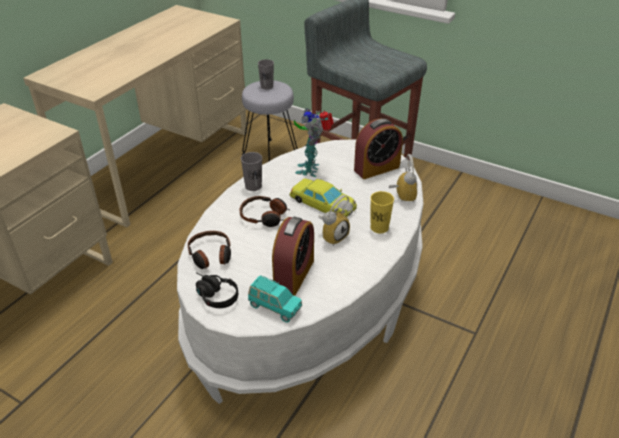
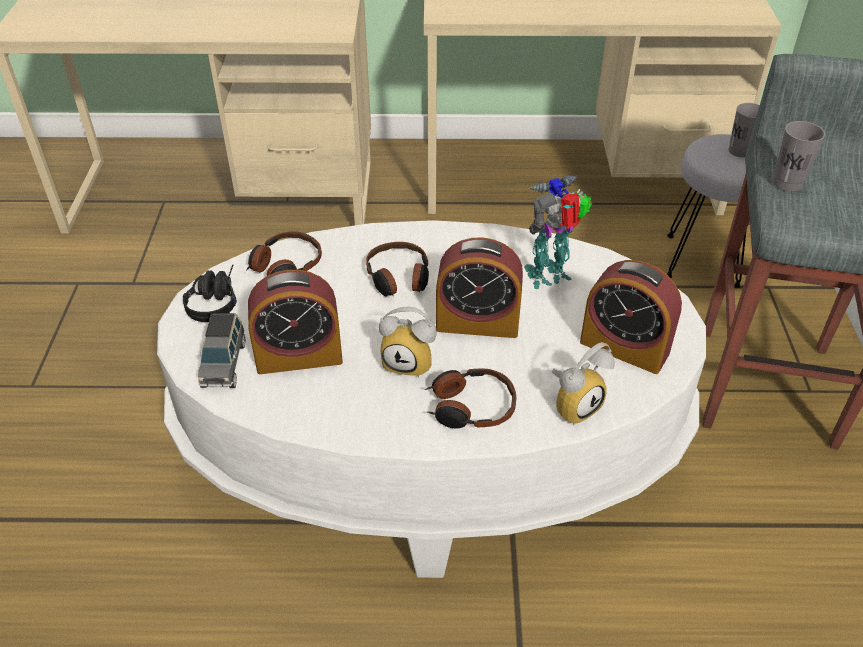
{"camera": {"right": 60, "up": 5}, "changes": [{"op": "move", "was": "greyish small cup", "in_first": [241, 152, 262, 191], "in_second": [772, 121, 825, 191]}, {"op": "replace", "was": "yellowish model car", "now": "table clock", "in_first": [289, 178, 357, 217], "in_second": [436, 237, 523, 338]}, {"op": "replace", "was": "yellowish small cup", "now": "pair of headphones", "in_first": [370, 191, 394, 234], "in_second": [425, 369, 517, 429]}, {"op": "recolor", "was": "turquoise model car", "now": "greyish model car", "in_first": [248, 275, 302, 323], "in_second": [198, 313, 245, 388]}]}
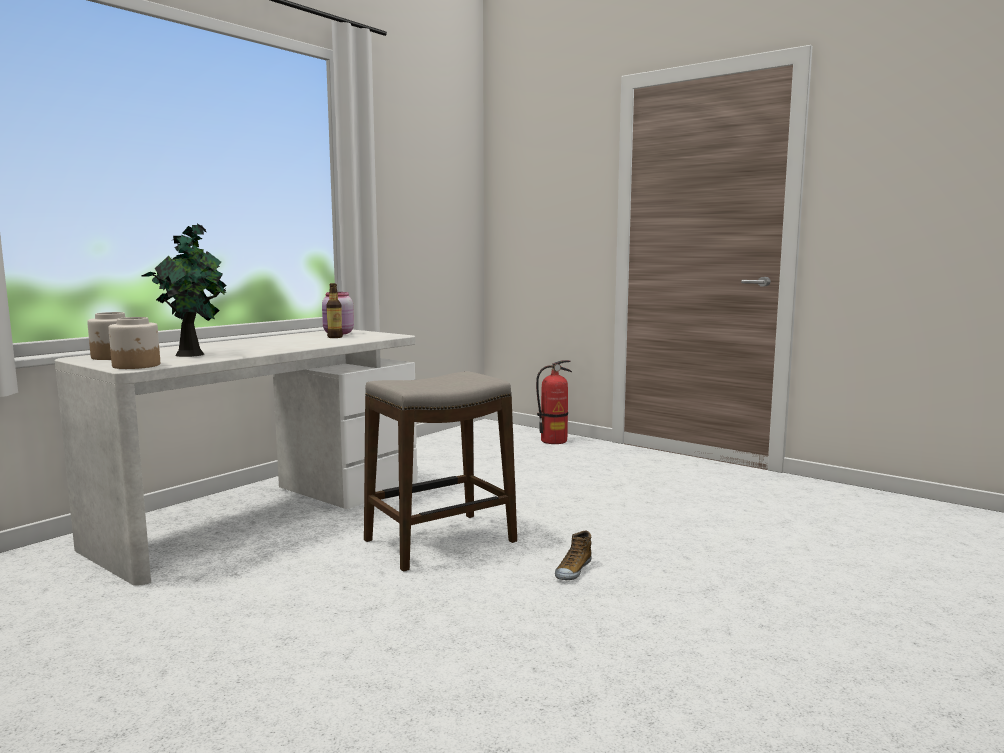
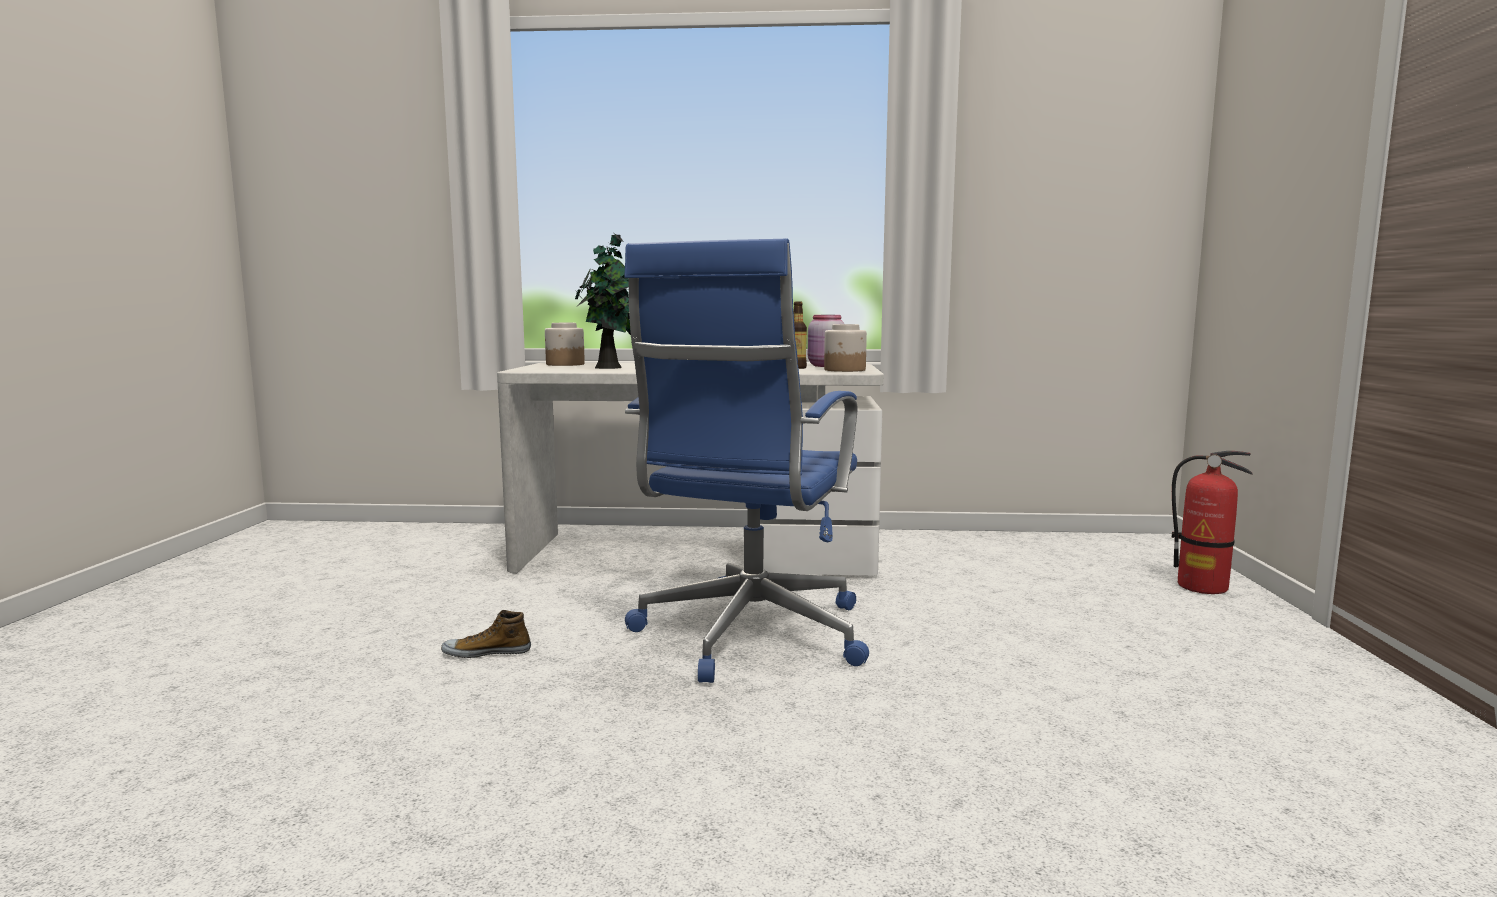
{"camera": {"right": 55, "up": 0}, "changes": [{"op": "move", "was": "jar", "in_first": [108, 317, 160, 369], "in_second": [824, 324, 867, 372]}, {"op": "move", "was": "low shoe", "in_first": [555, 530, 591, 580], "in_second": [441, 610, 531, 658]}, {"op": "replace", "was": "stool", "now": "bluish office chair", "in_first": [364, 371, 517, 572], "in_second": [624, 239, 869, 683]}]}
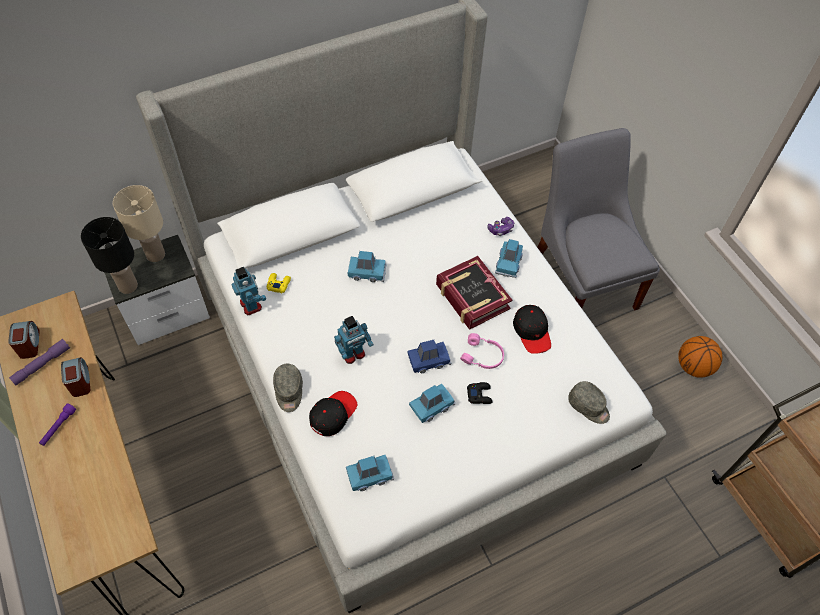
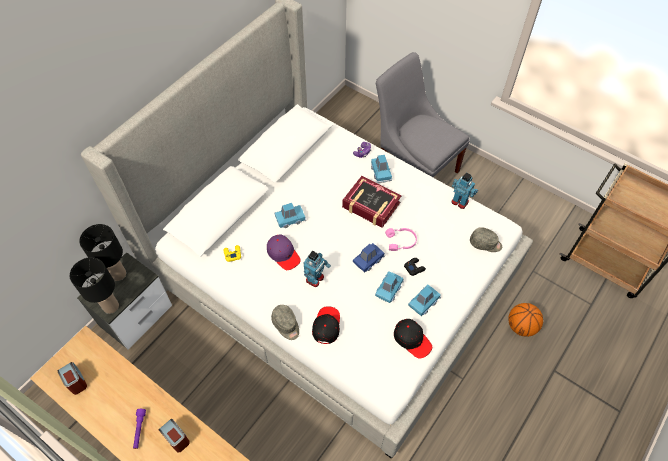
{"camera": {"right": -25, "up": 0}, "changes": [{"op": "delete", "was": "purple torch", "in_first": [9, 338, 70, 385]}, {"op": "insert", "now": "purple baseball cap", "in_second": [267, 235, 301, 270]}, {"op": "move", "was": "table clock", "in_first": [61, 357, 90, 397], "in_second": [159, 419, 190, 452]}, {"op": "move", "was": "robot figure", "in_first": [232, 267, 266, 315], "in_second": [451, 172, 478, 209]}, {"op": "move", "was": "bluish model car", "in_first": [346, 455, 394, 491], "in_second": [408, 284, 441, 316]}, {"op": "move", "was": "black-coloured baseball cap", "in_first": [513, 305, 551, 354], "in_second": [394, 319, 432, 359]}, {"op": "move", "was": "ball for basketball", "in_first": [678, 336, 722, 378], "in_second": [508, 303, 543, 337]}, {"op": "recolor", "was": "sand-coloured table lamp", "now": "black-coloured table lamp", "in_first": [113, 185, 165, 262], "in_second": [79, 224, 126, 281]}]}
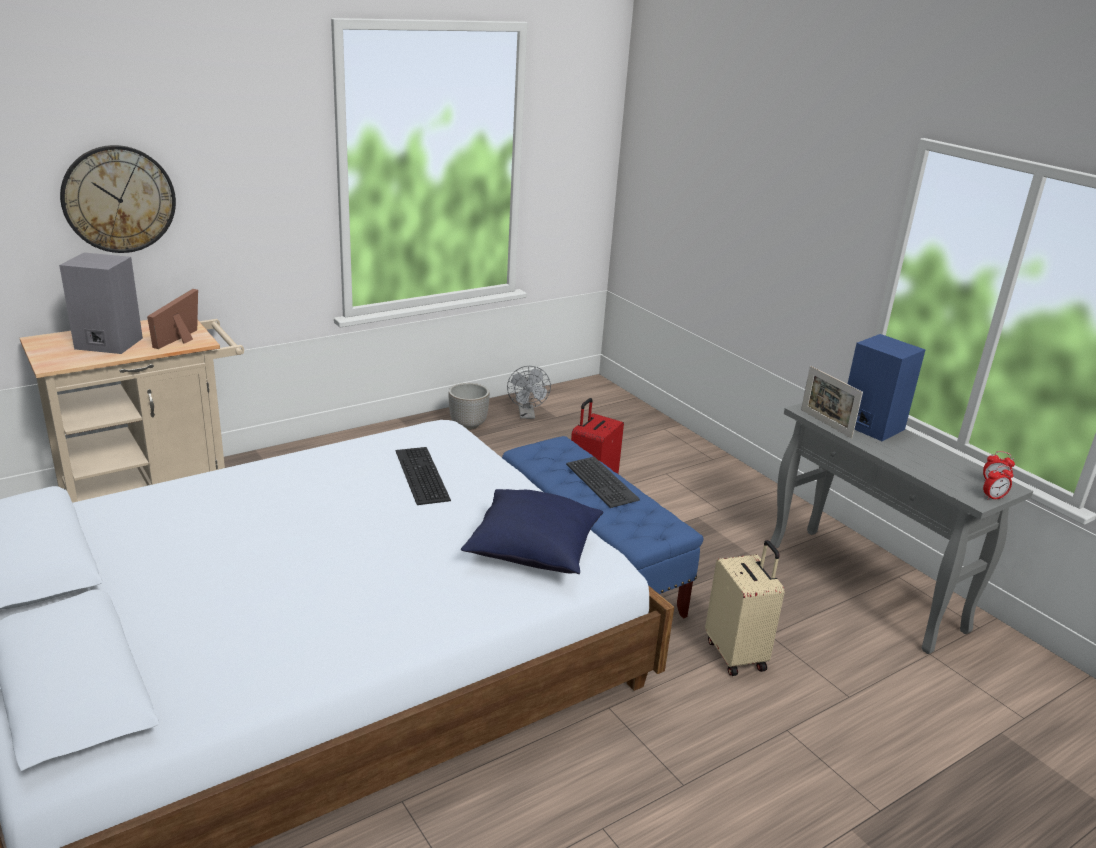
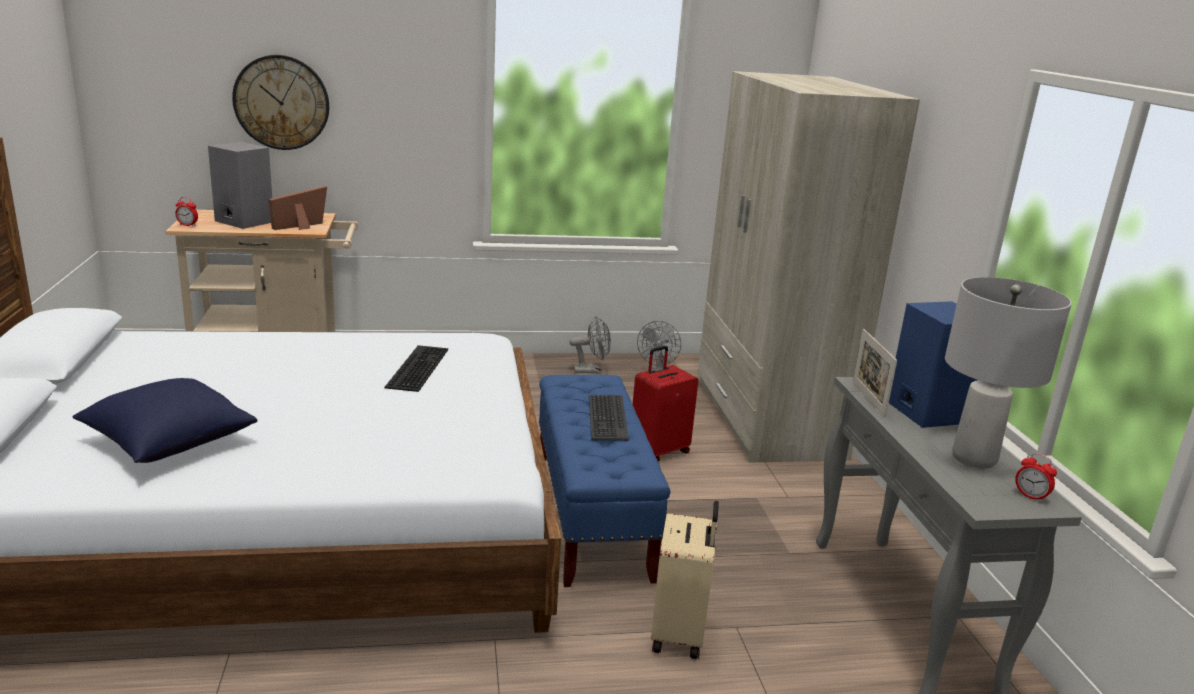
{"camera": {"right": 25, "up": -5}, "changes": [{"op": "insert", "now": "sand-coloured wardrobe", "in_second": [698, 71, 920, 463]}, {"op": "insert", "now": "greyish table lamp", "in_second": [945, 277, 1072, 469]}, {"op": "move", "was": "bluish throw pillow", "in_first": [461, 489, 603, 574], "in_second": [72, 378, 258, 463]}, {"op": "move", "was": "table clock", "in_first": [983, 465, 1013, 500], "in_second": [175, 197, 198, 226]}, {"op": "replace", "was": "flower pot", "now": "greyish cooling fan", "in_first": [448, 383, 490, 430], "in_second": [570, 316, 611, 374]}]}
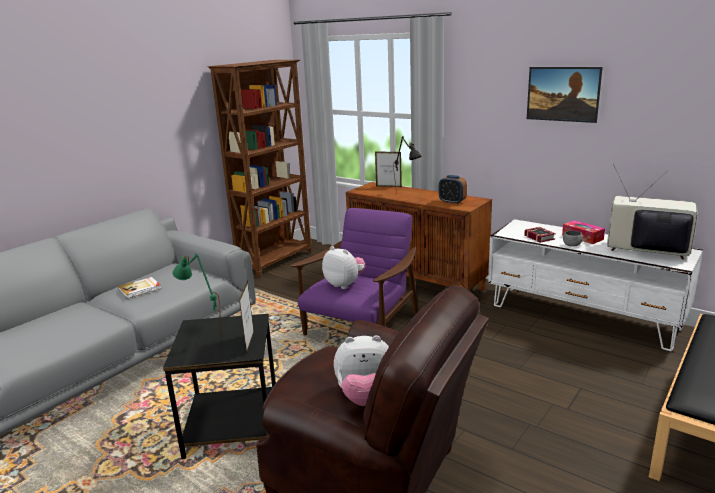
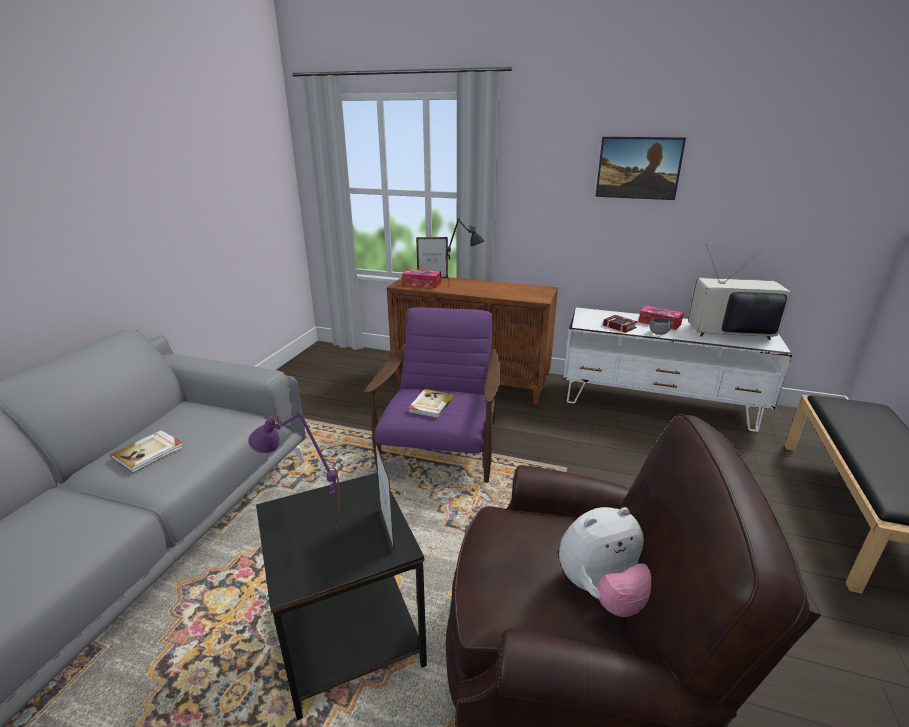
{"camera": {"right": -20, "up": 5}, "changes": [{"op": "delete", "was": "brown shelving unit", "in_first": [208, 60, 312, 277]}, {"op": "delete", "was": "table clock", "in_first": [439, 175, 467, 204]}, {"op": "insert", "now": "box of tissues", "in_second": [402, 269, 441, 288]}, {"op": "replace", "was": "plush toy", "now": "bound book", "in_first": [322, 246, 365, 289], "in_second": [408, 389, 454, 418]}, {"op": "recolor", "was": "greenish table lamp", "now": "purple table lamp", "in_first": [172, 253, 221, 334], "in_second": [248, 411, 339, 527]}]}
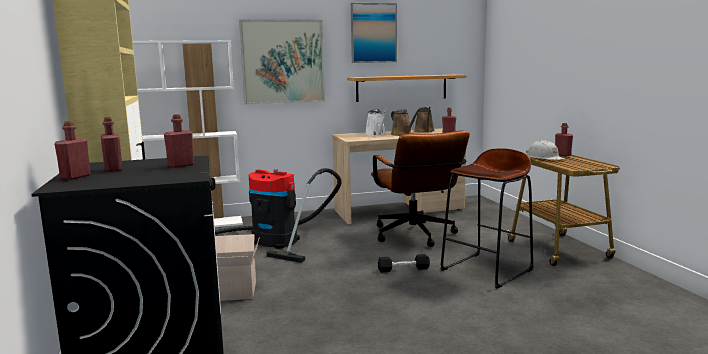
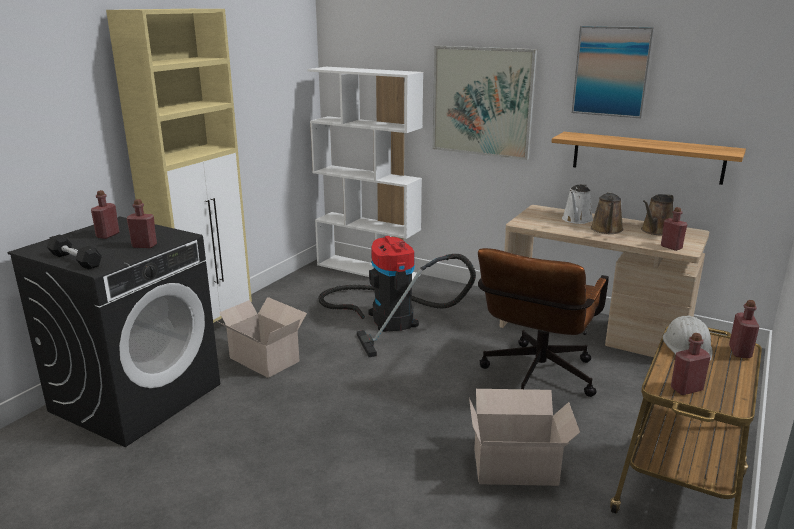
{"camera": {"right": 45, "up": 10}, "changes": [{"op": "move", "was": "red-coloured beverage bottle", "in_first": [54, 121, 91, 180], "in_second": [671, 333, 711, 395]}, {"op": "move", "was": "black-coloured free weight", "in_first": [378, 254, 430, 273], "in_second": [47, 234, 102, 270]}, {"op": "replace", "was": "brown stool", "now": "cardboard box", "in_first": [441, 148, 533, 289], "in_second": [469, 389, 580, 486]}]}
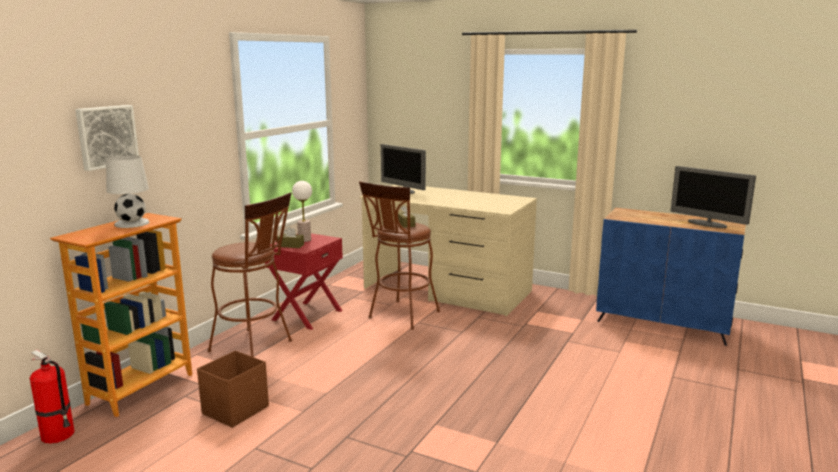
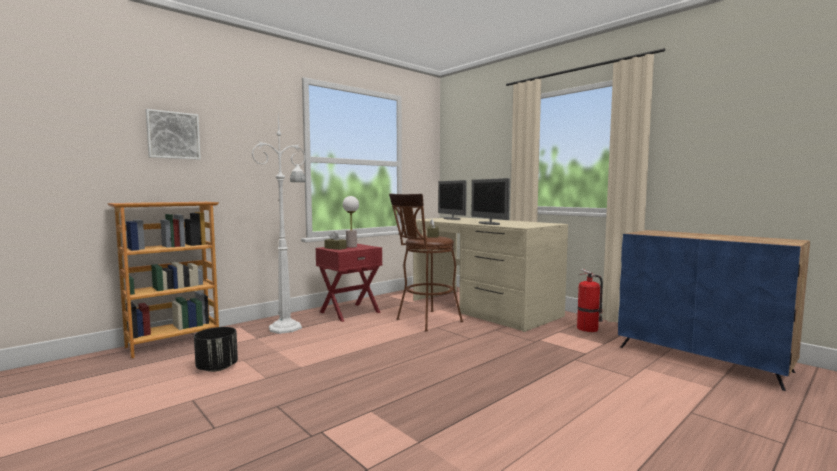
{"camera": {"right": 20, "up": -10}, "changes": [{"op": "delete", "was": "white-coloured table lamp", "in_first": [106, 155, 150, 228]}, {"op": "move", "was": "fire extinguisher", "in_first": [30, 350, 74, 444], "in_second": [577, 269, 603, 332]}, {"op": "move", "was": "computer display", "in_first": [671, 166, 756, 228], "in_second": [471, 178, 510, 225]}, {"op": "replace", "was": "brown storage container", "now": "black-coloured flower pot", "in_first": [197, 351, 269, 428], "in_second": [194, 327, 238, 372]}, {"op": "replace", "was": "brown stool", "now": "white-coloured standing lamp", "in_first": [207, 192, 292, 357], "in_second": [251, 114, 306, 334]}]}
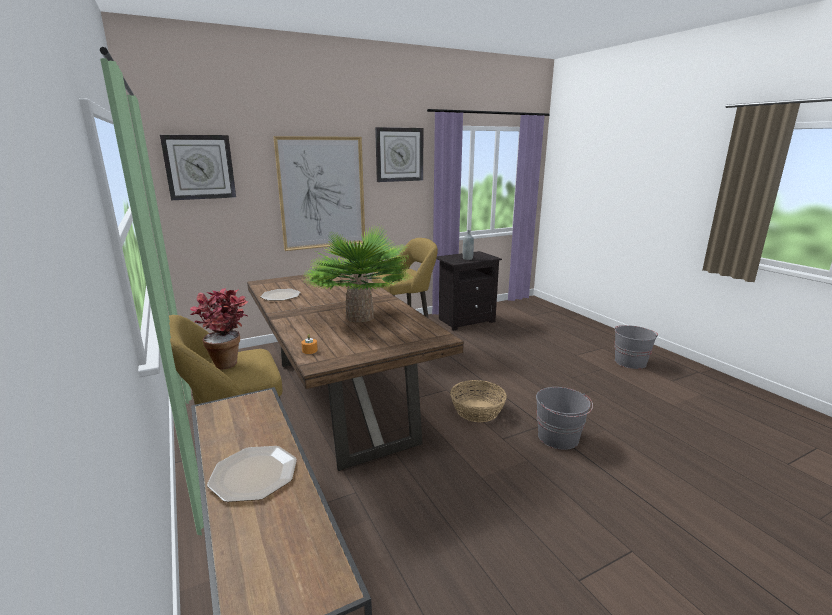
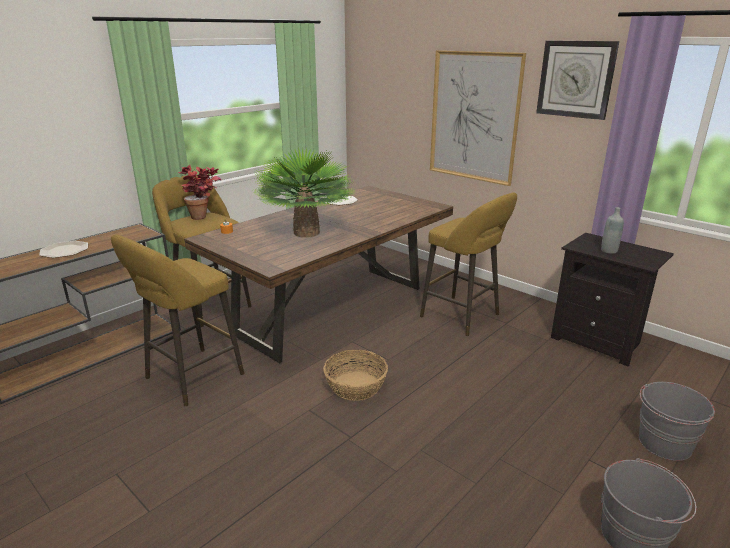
{"camera": {"right": 70, "up": 5}, "changes": [{"op": "delete", "was": "hanging clock", "in_first": [160, 135, 236, 200]}, {"op": "insert", "now": "yellowish stool", "in_second": [111, 234, 244, 406]}, {"op": "move", "was": "greyish bucket", "in_first": [536, 387, 593, 450], "in_second": [639, 382, 715, 461]}]}
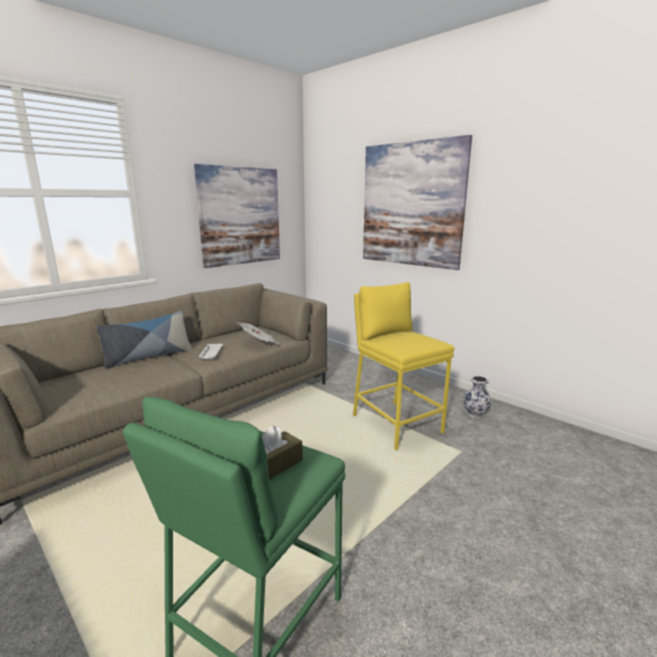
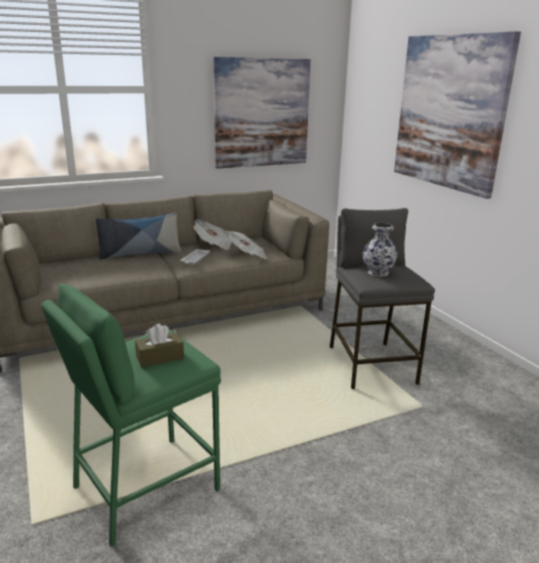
{"camera": {"right": 20, "up": 5}, "changes": [{"op": "insert", "now": "newspaper", "in_second": [194, 220, 232, 250]}, {"op": "move", "was": "vase", "in_first": [463, 376, 492, 418], "in_second": [363, 223, 398, 277]}, {"op": "recolor", "was": "yellowish stool", "now": "greyish stool", "in_first": [353, 282, 454, 450], "in_second": [330, 208, 435, 389]}]}
